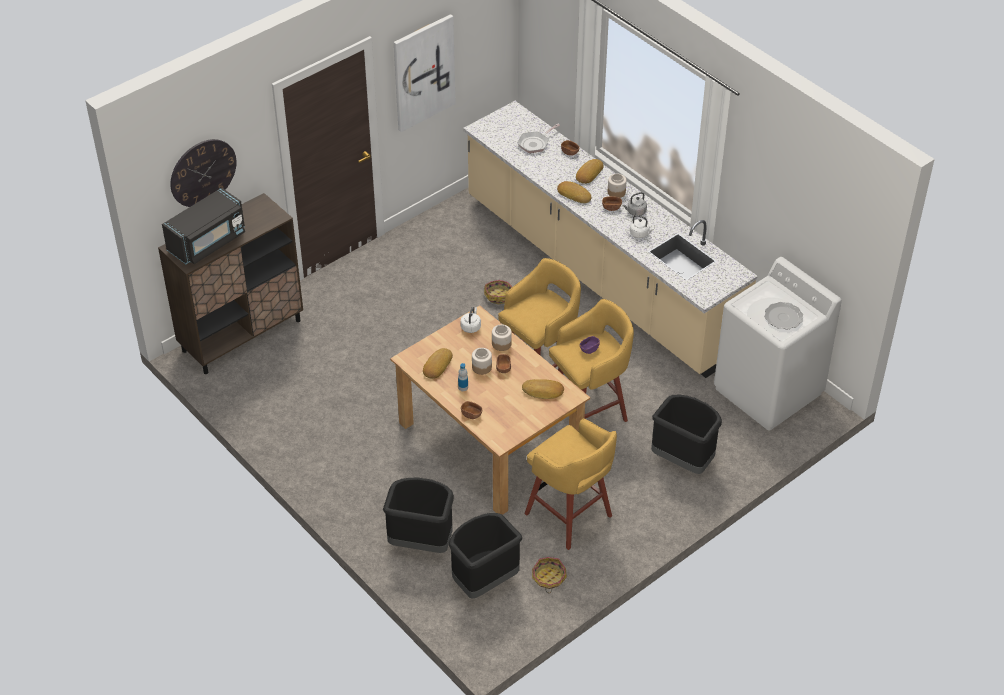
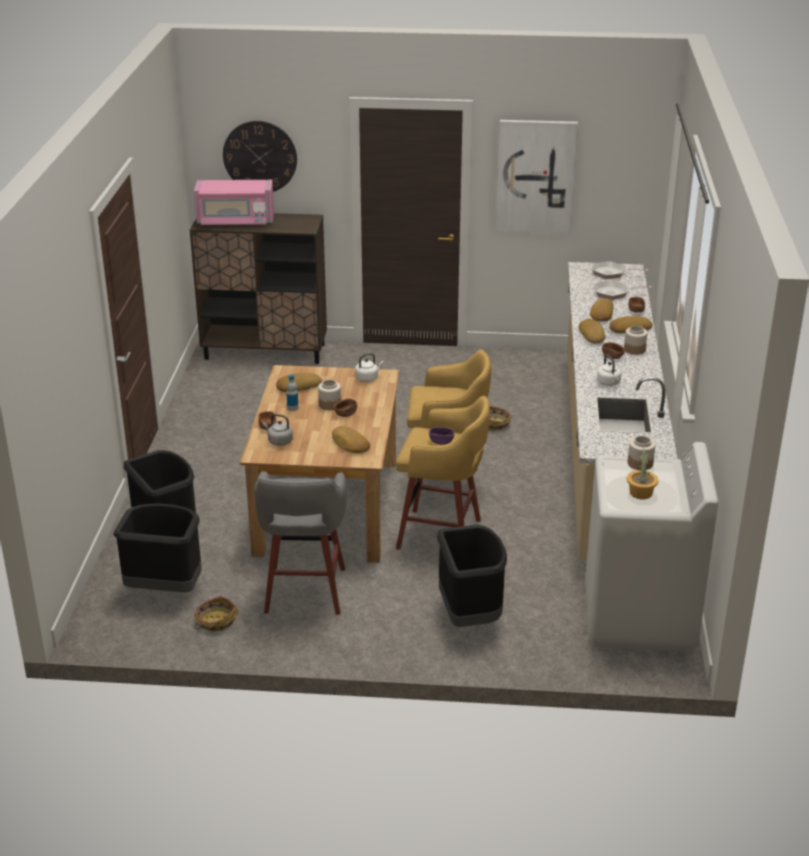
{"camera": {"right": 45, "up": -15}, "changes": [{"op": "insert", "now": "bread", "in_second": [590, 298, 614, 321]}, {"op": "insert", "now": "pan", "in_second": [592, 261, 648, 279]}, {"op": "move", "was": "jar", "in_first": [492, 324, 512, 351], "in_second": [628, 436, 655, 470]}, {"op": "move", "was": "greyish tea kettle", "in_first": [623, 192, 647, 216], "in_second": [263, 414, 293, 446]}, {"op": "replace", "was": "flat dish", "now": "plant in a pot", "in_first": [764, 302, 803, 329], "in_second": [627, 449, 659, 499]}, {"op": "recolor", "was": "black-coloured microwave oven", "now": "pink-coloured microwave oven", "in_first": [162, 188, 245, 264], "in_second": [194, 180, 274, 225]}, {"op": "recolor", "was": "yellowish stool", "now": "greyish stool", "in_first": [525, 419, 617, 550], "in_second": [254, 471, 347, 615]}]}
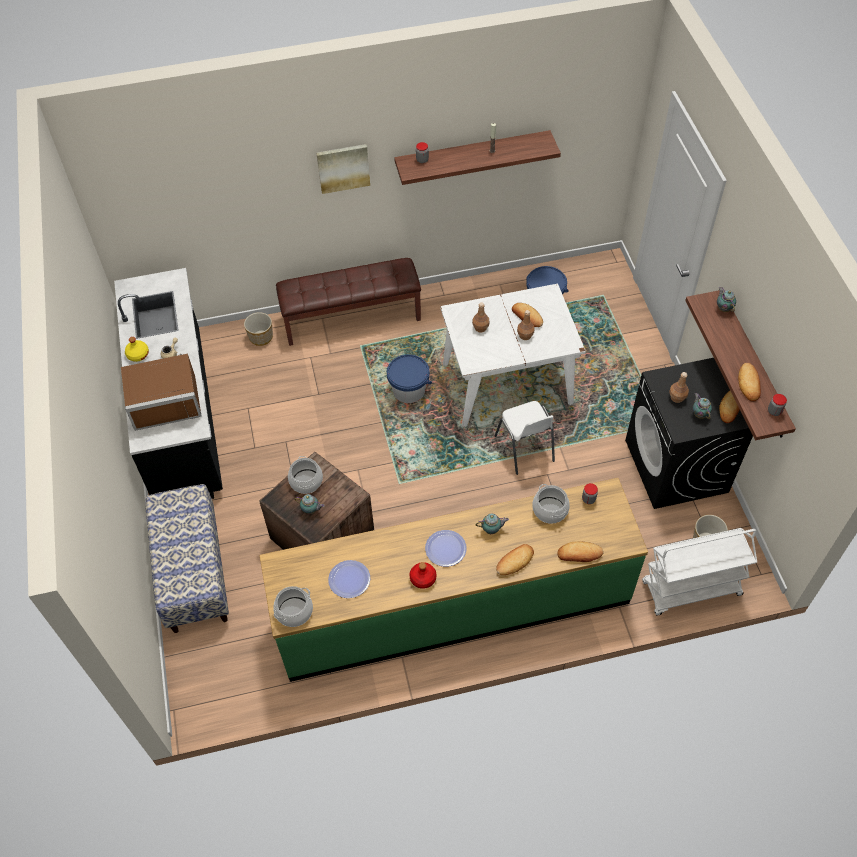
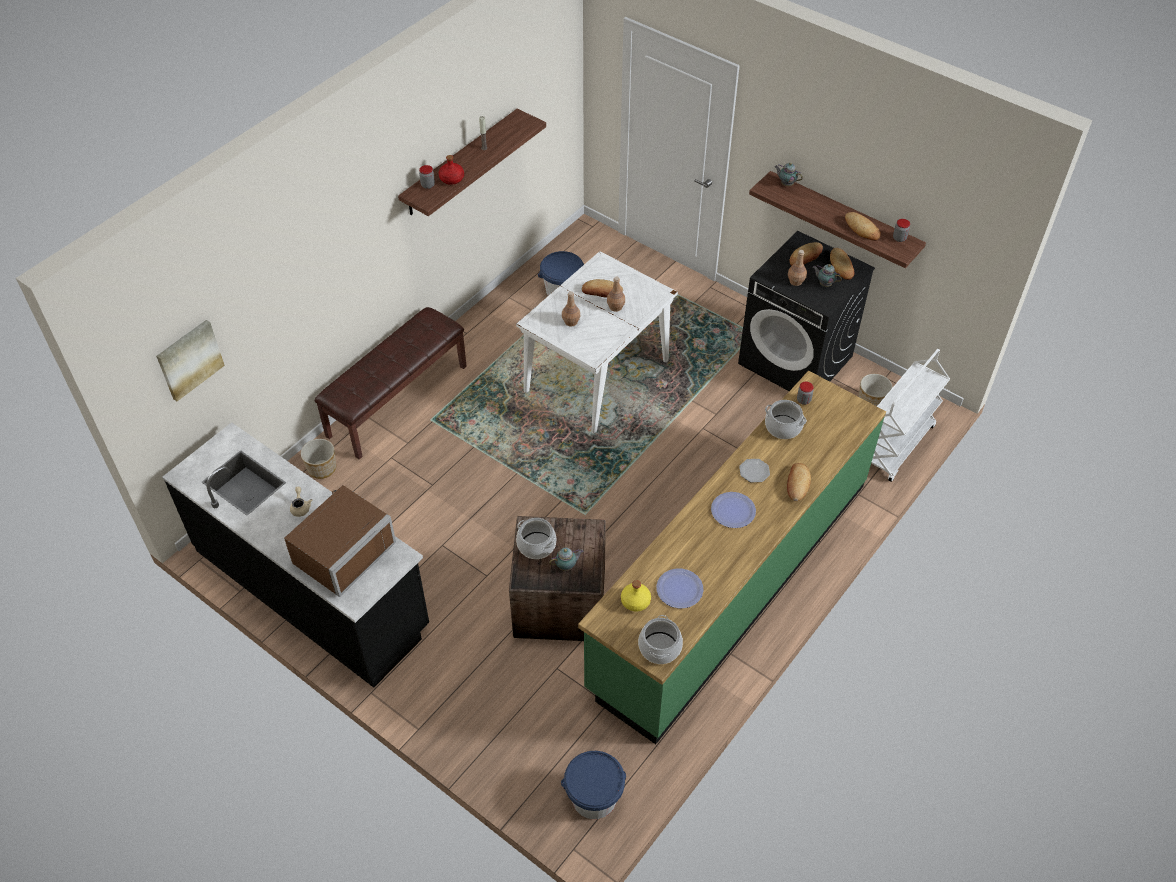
{"camera": {"right": -40, "up": -5}, "changes": [{"op": "delete", "was": "long seat", "in_first": [145, 484, 229, 633]}, {"op": "delete", "was": "white-coloured upright chair", "in_first": [494, 401, 555, 475]}, {"op": "move", "was": "yellowish beverage bottle", "in_first": [125, 337, 149, 362], "in_second": [621, 580, 651, 612]}, {"op": "move", "was": "wall picture", "in_first": [316, 144, 370, 194], "in_second": [156, 320, 225, 401]}, {"op": "move", "was": "bluish bucket", "in_first": [387, 354, 432, 403], "in_second": [561, 751, 626, 819]}, {"op": "move", "was": "red-coloured beverage bottle", "in_first": [410, 562, 436, 589], "in_second": [438, 155, 464, 185]}, {"op": "move", "was": "bread", "in_first": [557, 541, 604, 562], "in_second": [790, 242, 823, 266]}, {"op": "replace", "was": "pot for tea", "now": "flat dish", "in_first": [476, 513, 509, 534], "in_second": [739, 459, 770, 482]}]}
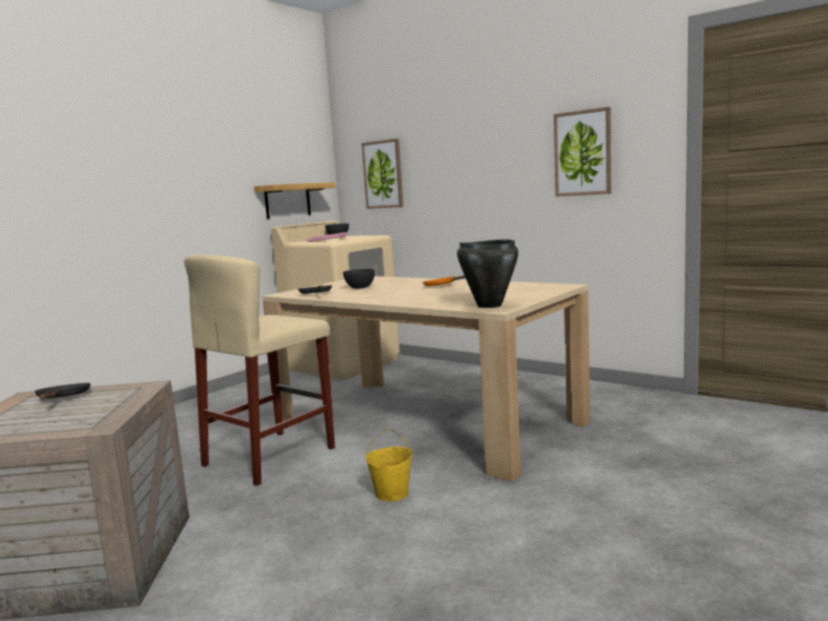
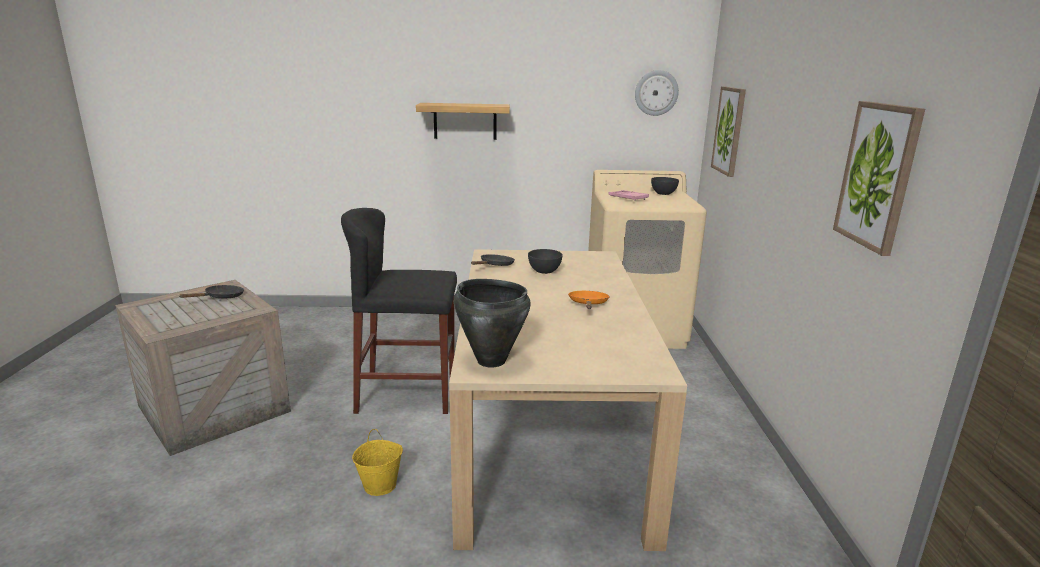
{"camera": {"right": 50, "up": 10}, "changes": [{"op": "insert", "now": "hanging clock", "in_second": [635, 70, 679, 116]}, {"op": "move", "was": "wall shelf", "in_first": [254, 182, 336, 219], "in_second": [416, 103, 510, 140]}, {"op": "recolor", "was": "sand-coloured stool", "now": "black-coloured stool", "in_first": [184, 255, 335, 486], "in_second": [341, 208, 457, 414]}]}
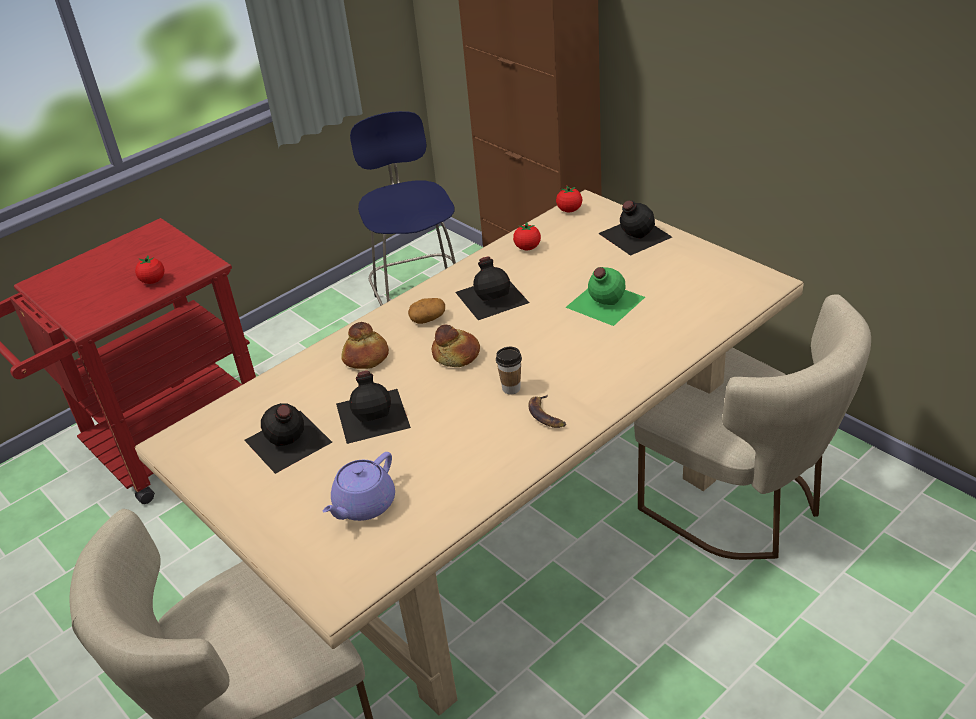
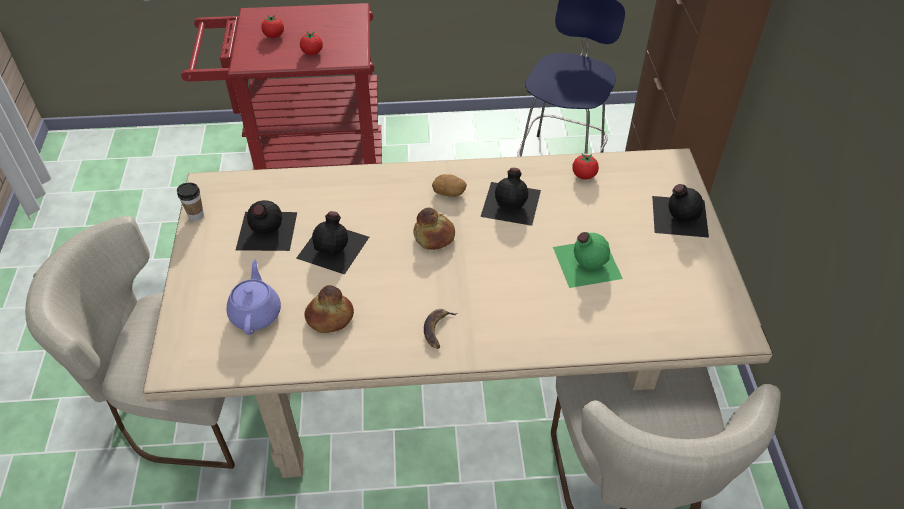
{"camera": {"right": 35, "up": 10}, "changes": [{"op": "move", "was": "bread", "in_first": [341, 322, 389, 369], "in_second": [305, 285, 354, 333]}, {"op": "move", "was": "small cup", "in_first": [496, 347, 522, 394], "in_second": [177, 182, 204, 221]}, {"op": "move", "was": "fresh tomato", "in_first": [556, 186, 582, 212], "in_second": [261, 15, 284, 38]}, {"op": "rotate", "was": "purple pot for tea", "in_first": [323, 452, 395, 521], "in_second": [227, 260, 281, 335], "clockwise": 105}]}
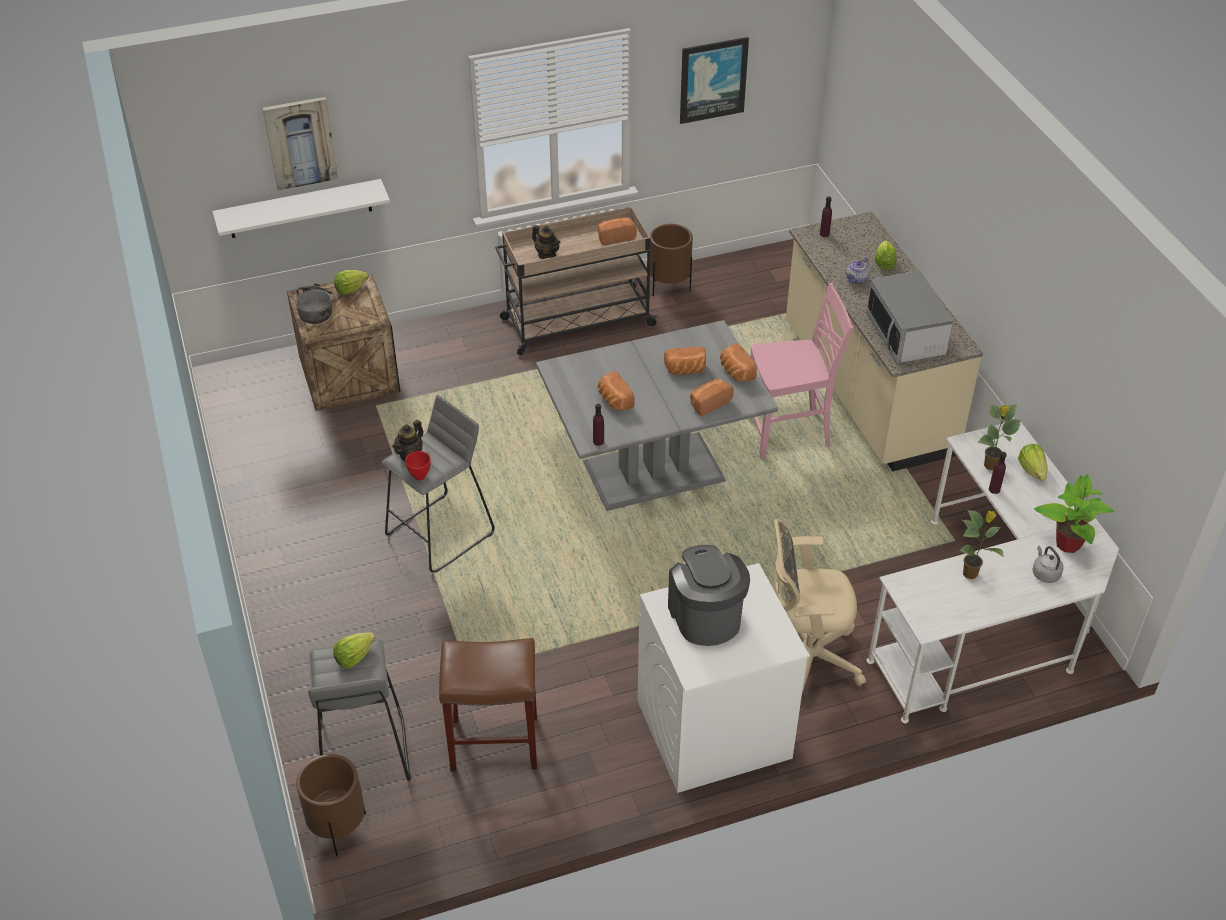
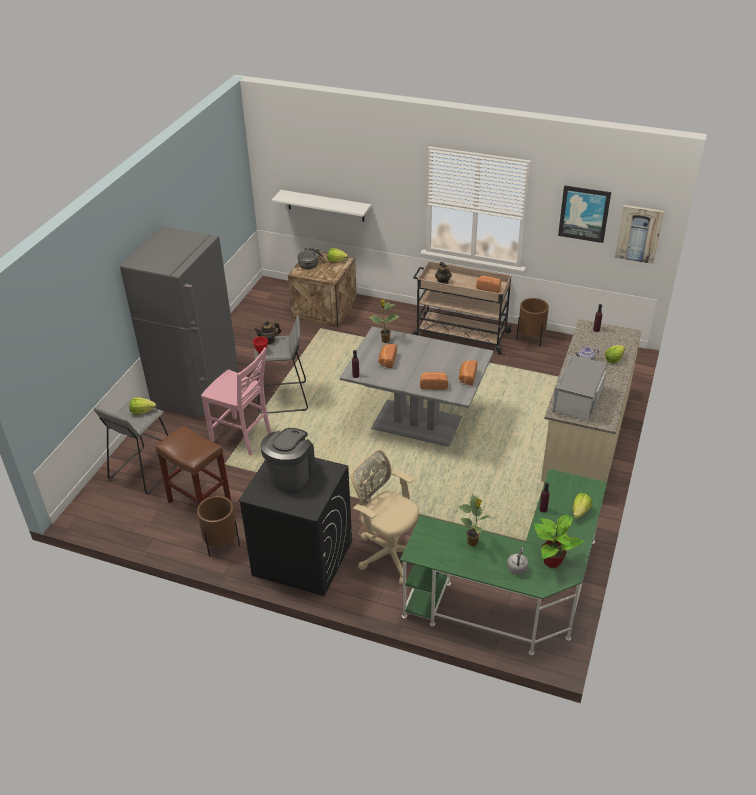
{"camera": {"right": 40, "up": -5}, "changes": [{"op": "delete", "was": "bread", "in_first": [664, 347, 706, 375]}, {"op": "insert", "now": "greyish kitchen fridge", "in_second": [120, 226, 239, 418]}, {"op": "move", "was": "wall picture", "in_first": [262, 97, 338, 191], "in_second": [615, 205, 664, 264]}, {"op": "move", "was": "brown flower pot", "in_first": [296, 754, 366, 856], "in_second": [197, 496, 240, 557]}, {"op": "move", "was": "pink-coloured upright chair", "in_first": [750, 283, 853, 458], "in_second": [201, 347, 272, 456]}, {"op": "move", "was": "plant in a pot", "in_first": [977, 404, 1021, 470], "in_second": [369, 300, 399, 343]}, {"op": "recolor", "was": "white-coloured laundry machine", "now": "black-coloured laundry machine", "in_first": [638, 563, 810, 793], "in_second": [238, 457, 352, 596]}, {"op": "recolor", "was": "white-coloured desk table", "now": "greenish desk table", "in_first": [867, 422, 1119, 723], "in_second": [400, 469, 607, 655]}]}
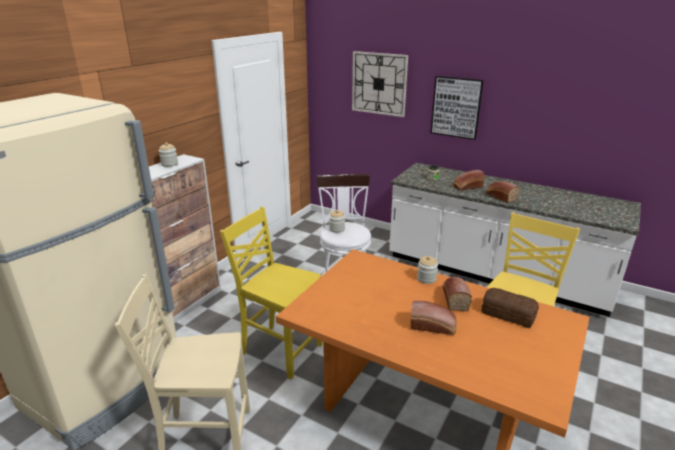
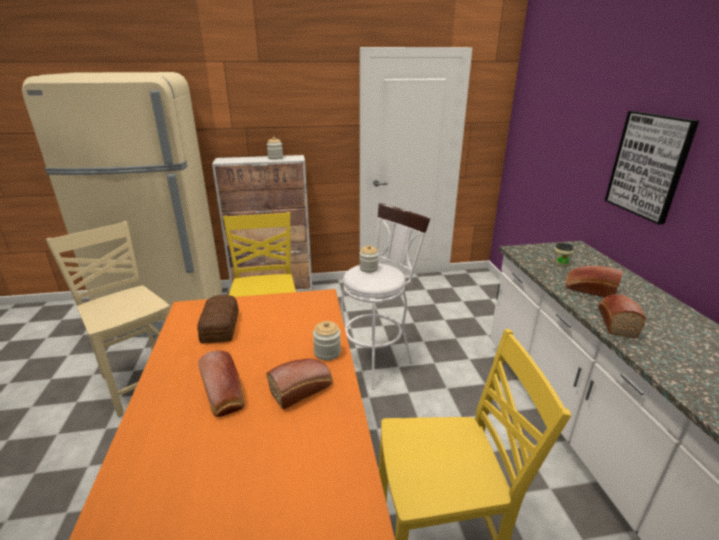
{"camera": {"right": 50, "up": 0}, "changes": [{"op": "delete", "was": "hanging clock", "in_first": [352, 51, 408, 117]}, {"op": "move", "was": "bread", "in_first": [481, 288, 539, 328], "in_second": [197, 295, 239, 343]}]}
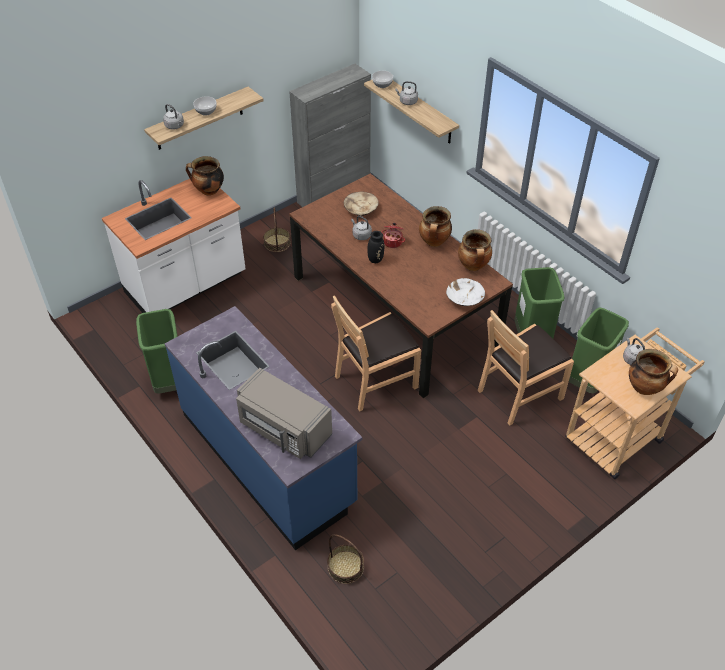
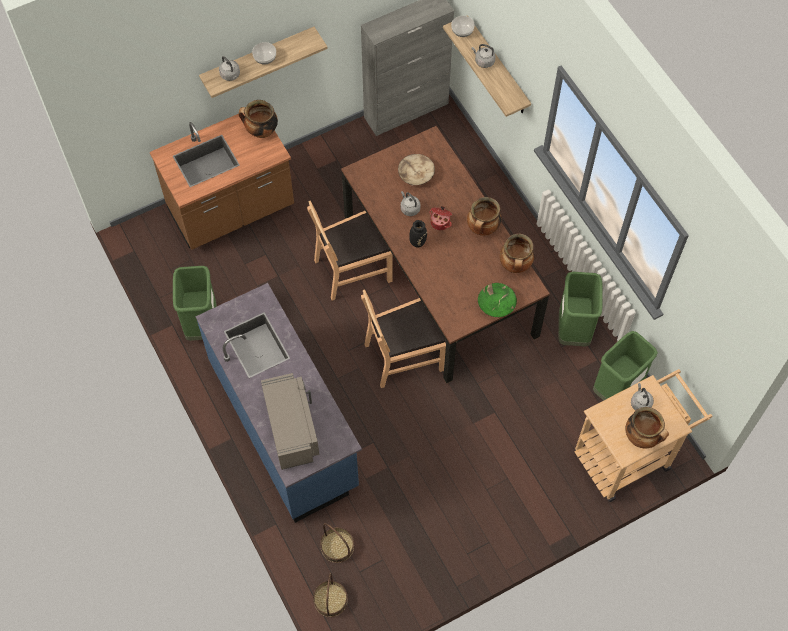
{"camera": {"right": 10, "up": 15}, "changes": [{"op": "move", "was": "basket", "in_first": [263, 208, 291, 252], "in_second": [313, 573, 348, 617]}, {"op": "move", "was": "brown upright chair", "in_first": [478, 310, 574, 425], "in_second": [307, 200, 392, 301]}, {"op": "recolor", "was": "white-coloured kitchen counter", "now": "brown kitchen counter", "in_first": [102, 179, 246, 313], "in_second": [150, 114, 294, 250]}, {"op": "recolor", "was": "white-coloured bowl", "now": "greenish bowl", "in_first": [446, 278, 485, 306], "in_second": [478, 283, 517, 317]}, {"op": "rotate", "was": "greyish microwave oven", "in_first": [236, 368, 332, 459], "in_second": [261, 373, 319, 470], "clockwise": -150}]}
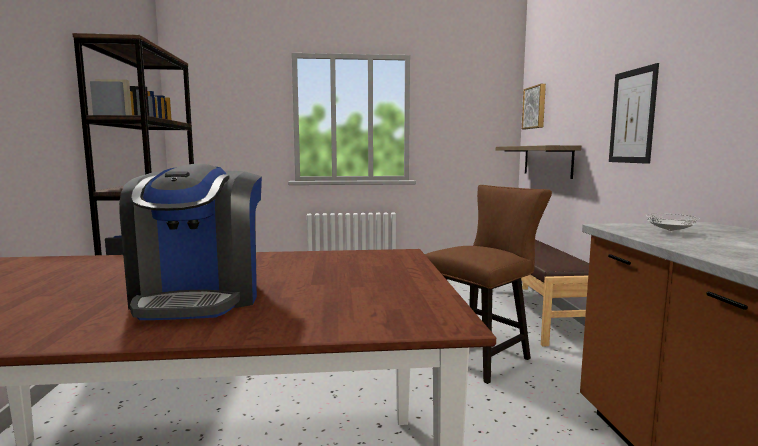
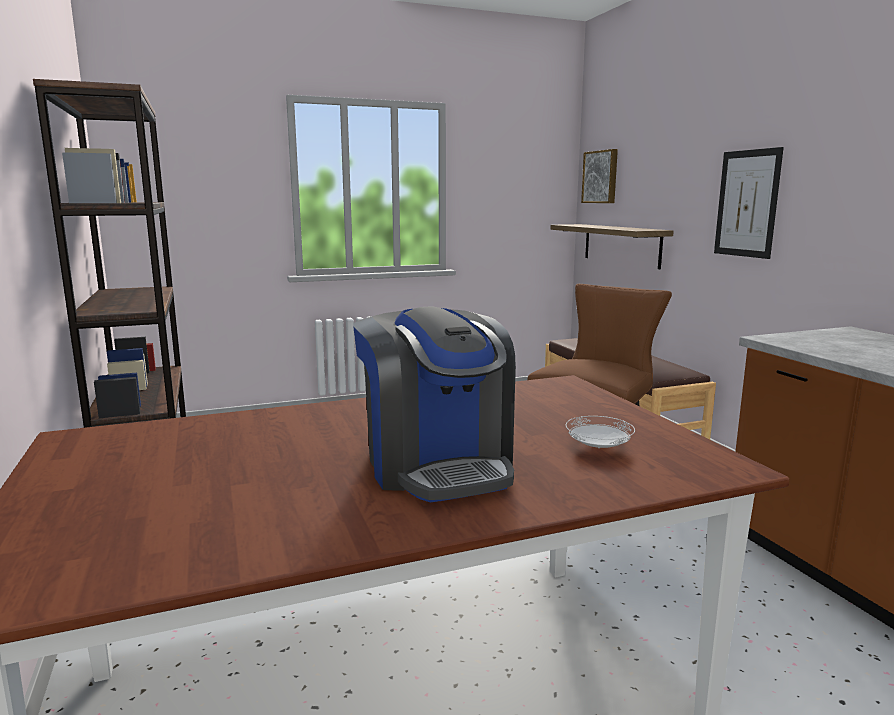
{"camera": {"right": -15, "up": 5}, "changes": [{"op": "move", "was": "white-coloured flat dish", "in_first": [645, 213, 700, 232], "in_second": [566, 416, 635, 448]}]}
